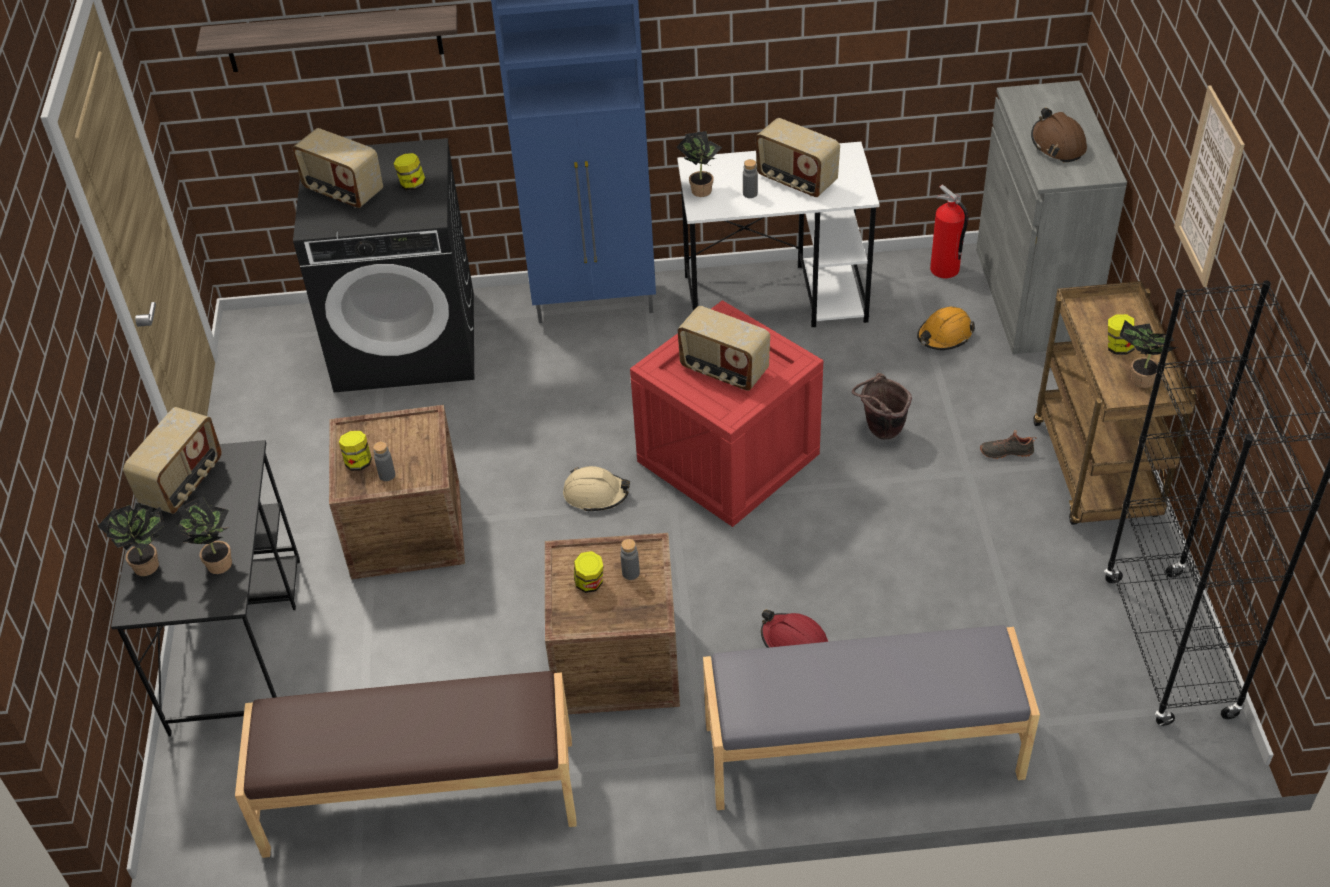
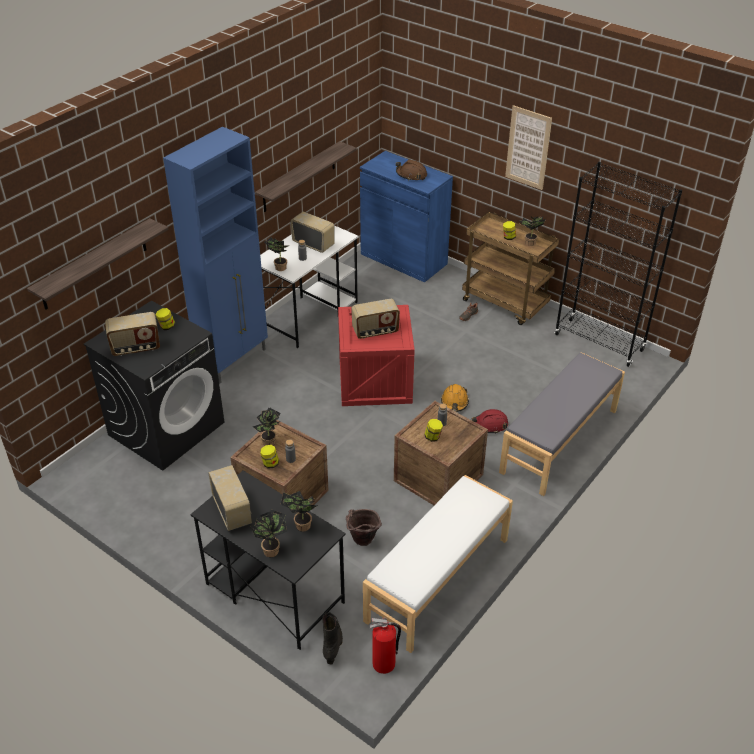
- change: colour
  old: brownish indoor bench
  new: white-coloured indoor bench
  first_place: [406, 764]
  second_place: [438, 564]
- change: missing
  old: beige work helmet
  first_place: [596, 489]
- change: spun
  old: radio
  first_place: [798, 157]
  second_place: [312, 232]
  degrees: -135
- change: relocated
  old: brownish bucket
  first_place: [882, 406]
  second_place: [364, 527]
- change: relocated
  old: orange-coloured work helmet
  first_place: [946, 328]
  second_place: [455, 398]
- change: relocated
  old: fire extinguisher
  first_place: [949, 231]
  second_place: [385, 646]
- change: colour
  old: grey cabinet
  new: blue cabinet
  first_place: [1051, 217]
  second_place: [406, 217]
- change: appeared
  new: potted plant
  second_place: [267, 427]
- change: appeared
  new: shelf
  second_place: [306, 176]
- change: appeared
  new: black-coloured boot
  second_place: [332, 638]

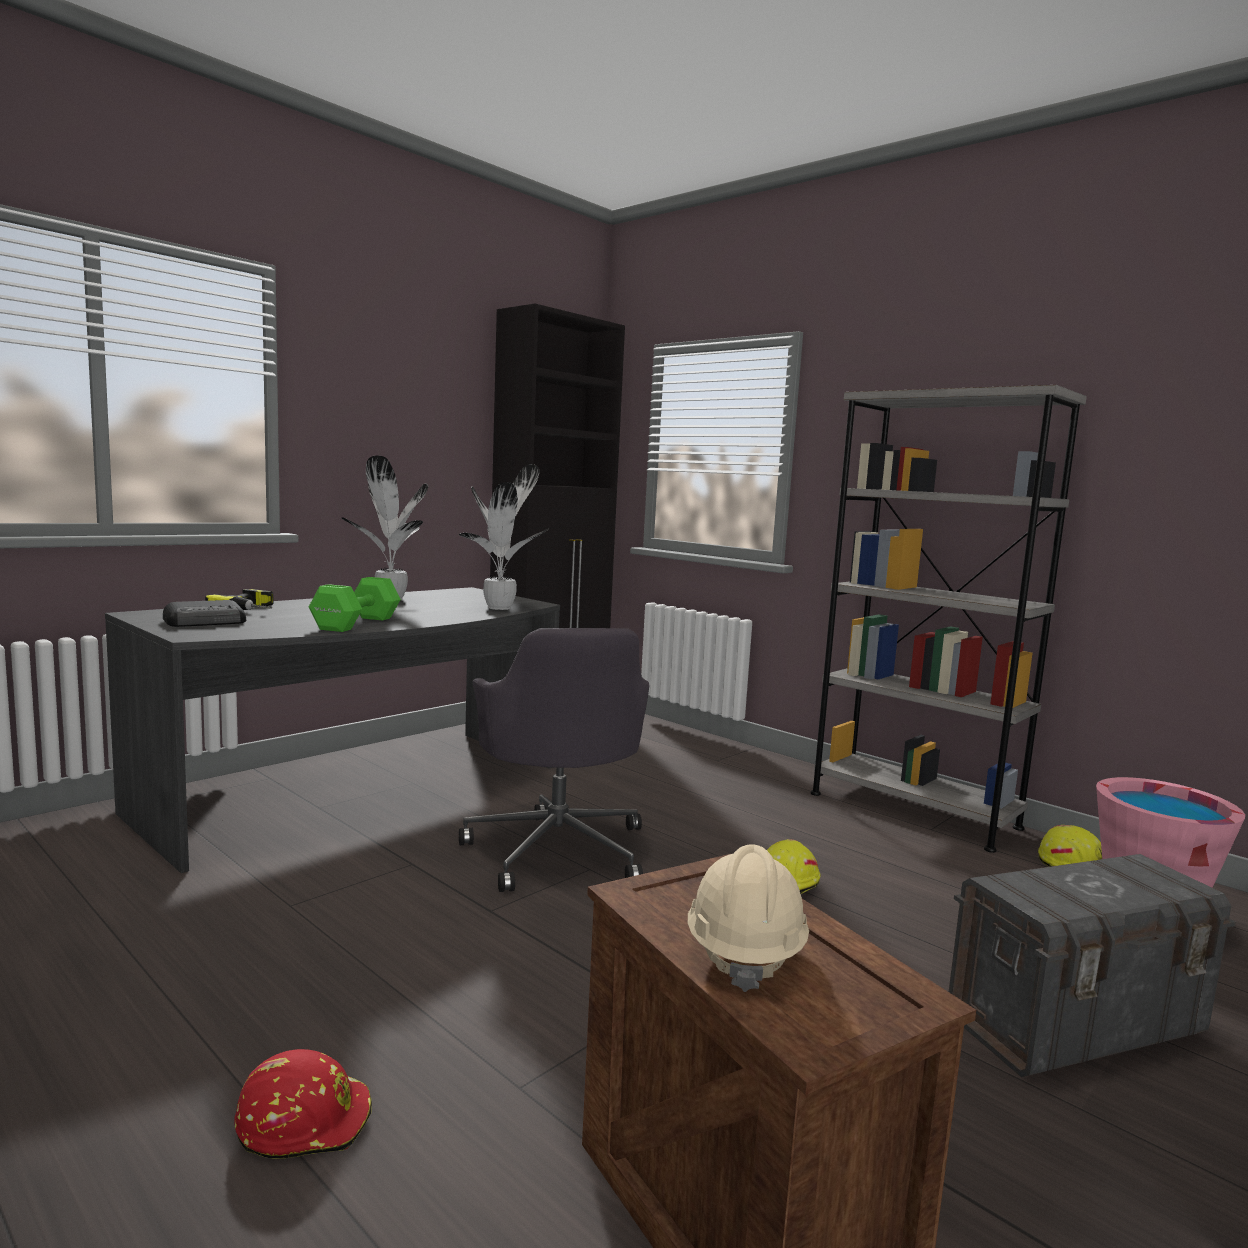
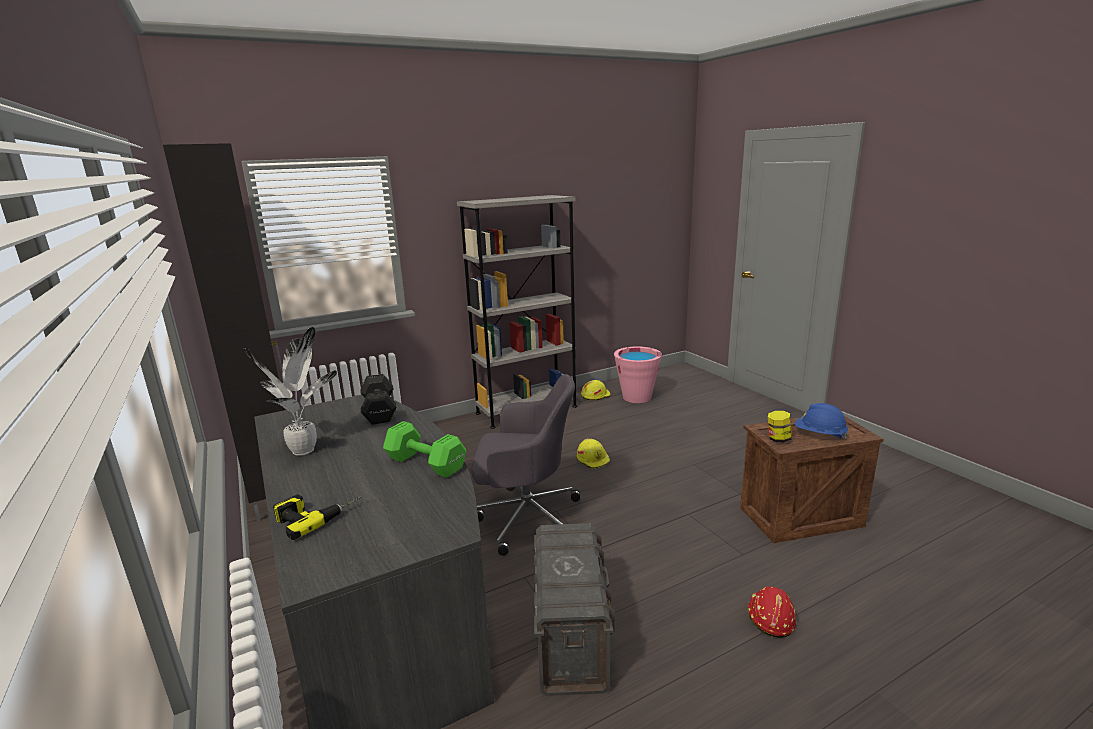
- change: missing
  old: radio
  first_place: [204, 613]
- change: exchanged
  old: potted plant
  new: black-coloured hand weight
  first_place: [504, 537]
  second_place: [378, 399]
- change: colour
  old: beige work helmet
  new: blue work helmet
  first_place: [748, 918]
  second_place: [822, 421]
- change: relocated
  old: grey storage bin
  first_place: [1092, 965]
  second_place: [574, 609]
- change: appeared
  new: storage jar
  second_place: [780, 426]

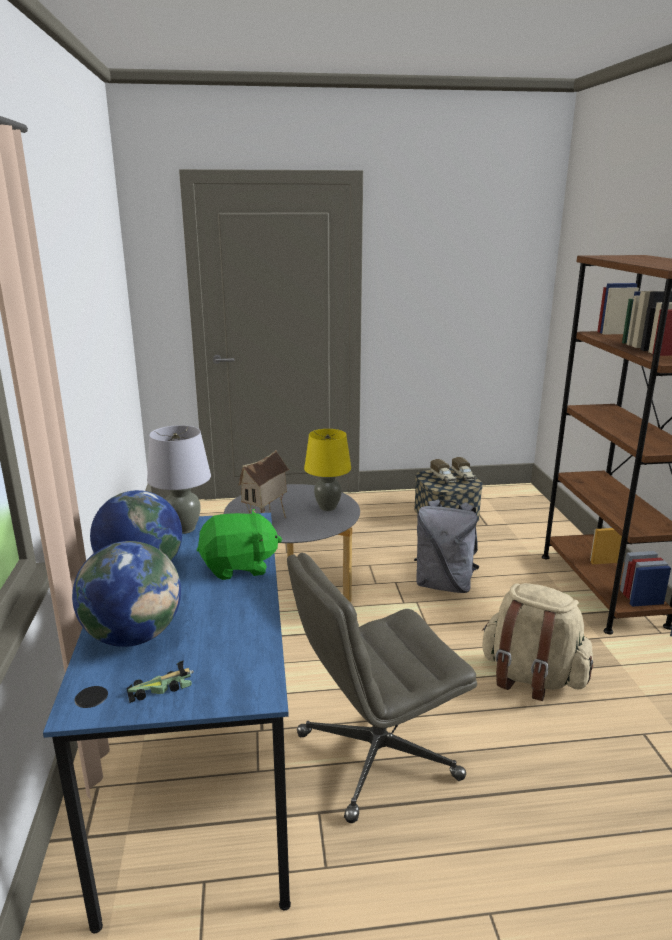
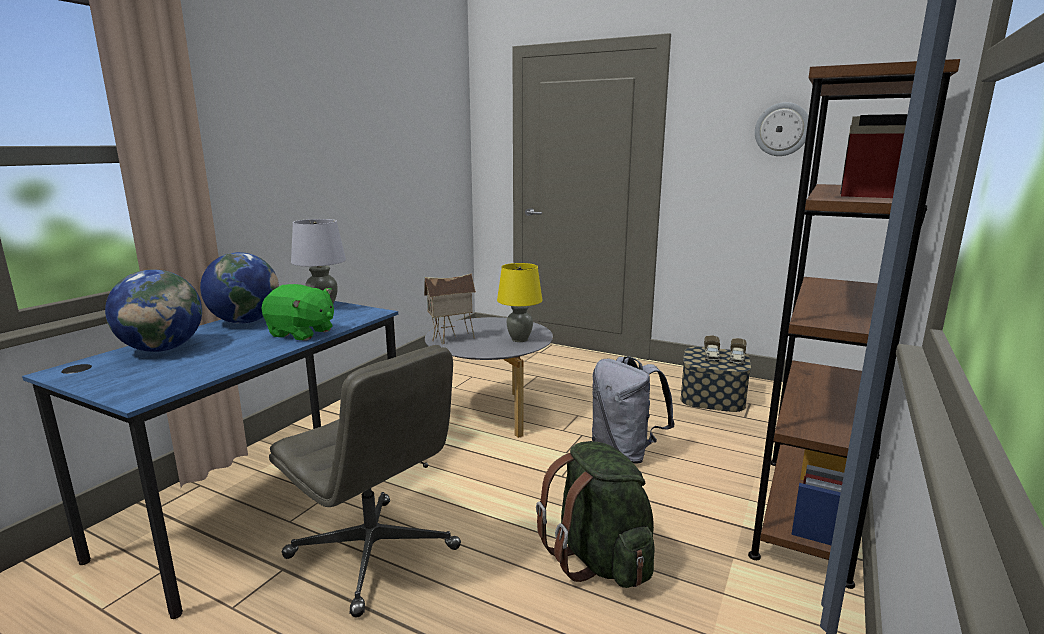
- change: missing
  old: toy car
  first_place: [160, 682]
- change: spun
  old: grey computer chair
  first_place: [382, 688]
  second_place: [365, 481]
  degrees: -150
- change: colour
  old: beige backpack
  new: green backpack
  first_place: [537, 642]
  second_place: [595, 514]
- change: appeared
  new: clock on the wall
  second_place: [782, 129]

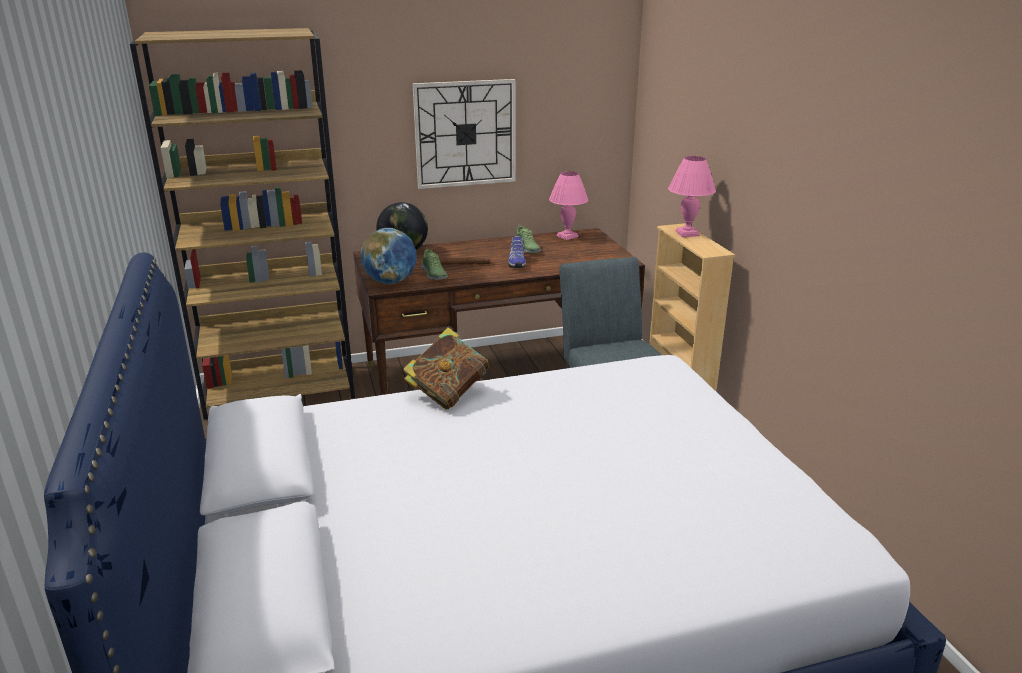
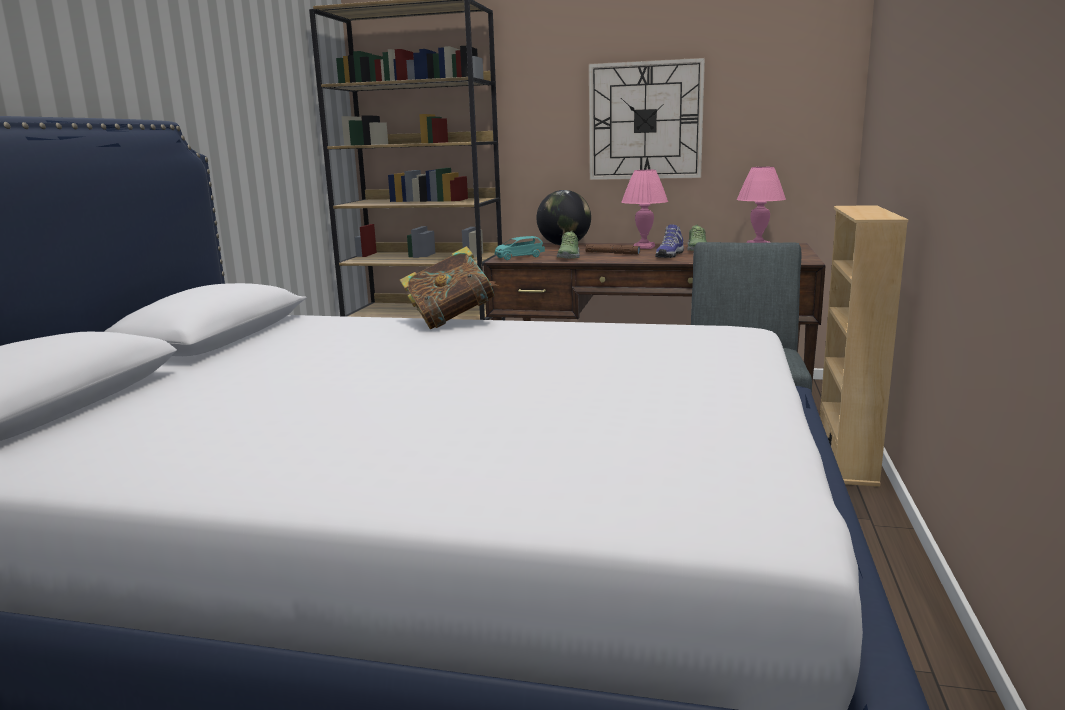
- change: exchanged
  old: desk globe
  new: blue-green toy car
  first_place: [388, 256]
  second_place: [520, 248]
- change: relocated
  old: pink-coloured lamp for a table
  first_place: [692, 196]
  second_place: [644, 209]

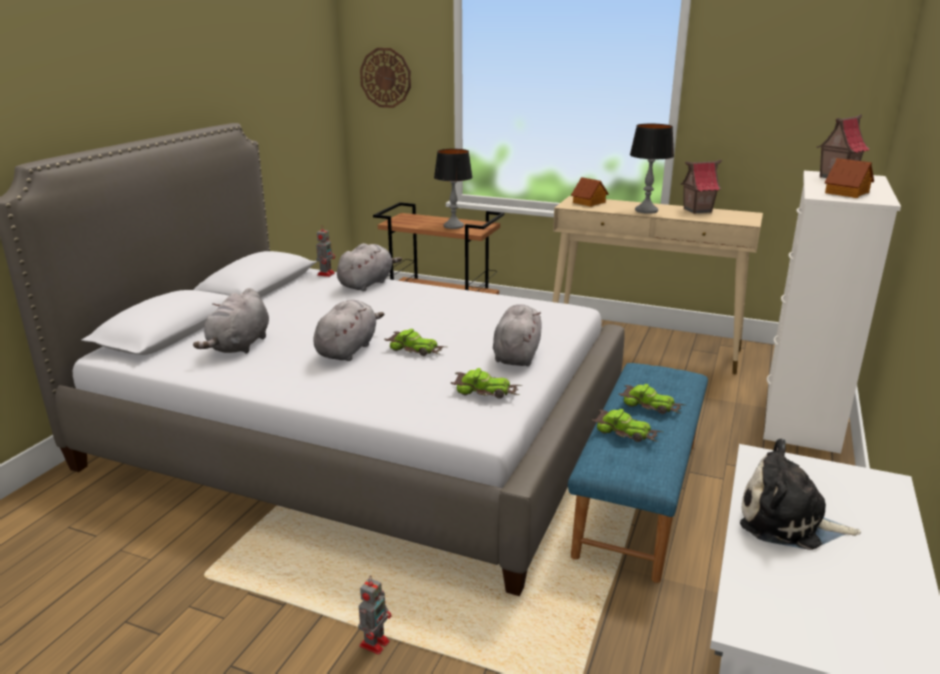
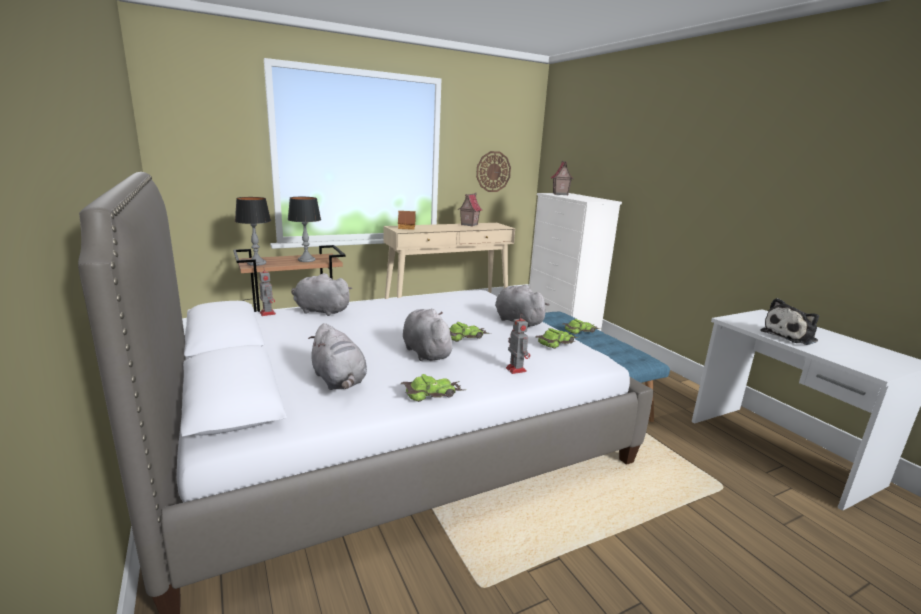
- change: spun
  old: grey soft toy
  first_place: [369, 267]
  second_place: [322, 294]
  degrees: -60
- change: relocated
  old: model robot
  first_place: [375, 615]
  second_place: [518, 343]
- change: relocated
  old: clock on the wall
  first_place: [385, 78]
  second_place: [493, 171]
- change: relocated
  old: toy car
  first_place: [627, 425]
  second_place: [432, 388]
- change: relocated
  old: lamp for a table
  first_place: [652, 169]
  second_place: [253, 231]
- change: missing
  old: model house
  first_place: [849, 178]

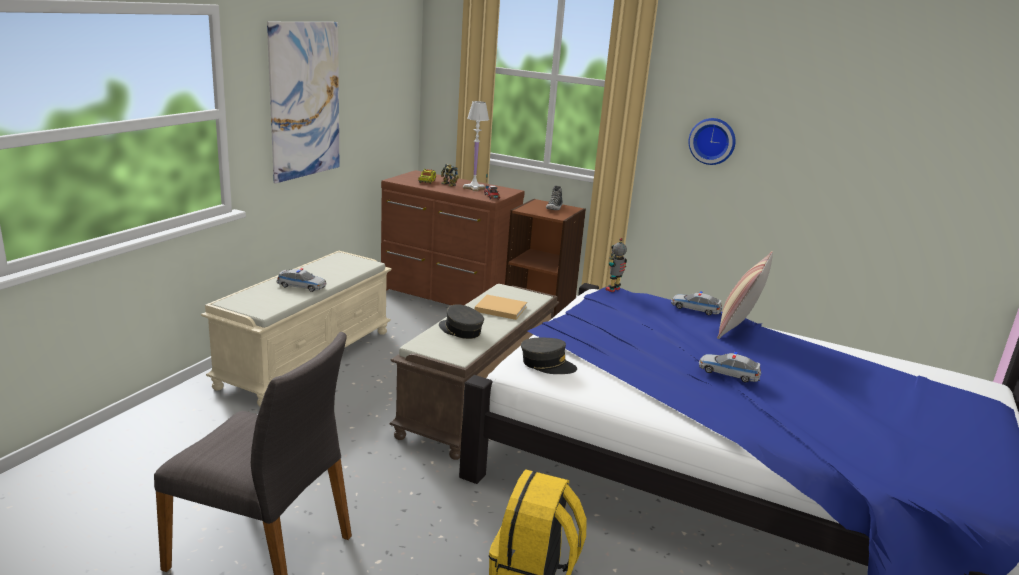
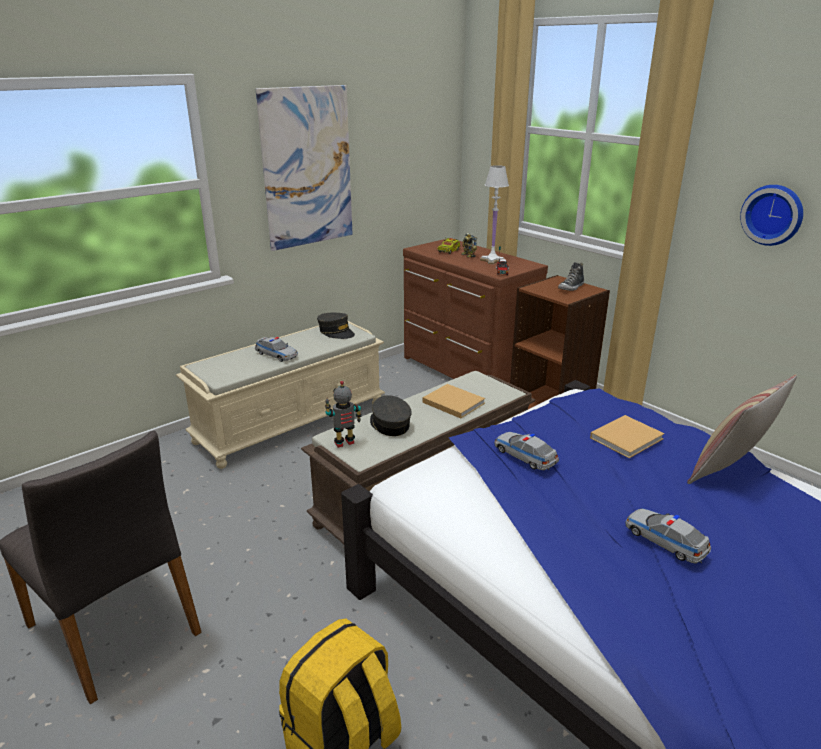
- change: relocated
  old: grey cap
  first_place: [549, 356]
  second_place: [336, 326]
- change: relocated
  old: model robot
  first_place: [616, 265]
  second_place: [343, 414]
- change: relocated
  old: toy car
  first_place: [696, 303]
  second_place: [526, 451]
- change: appeared
  new: beige volume
  second_place: [627, 436]

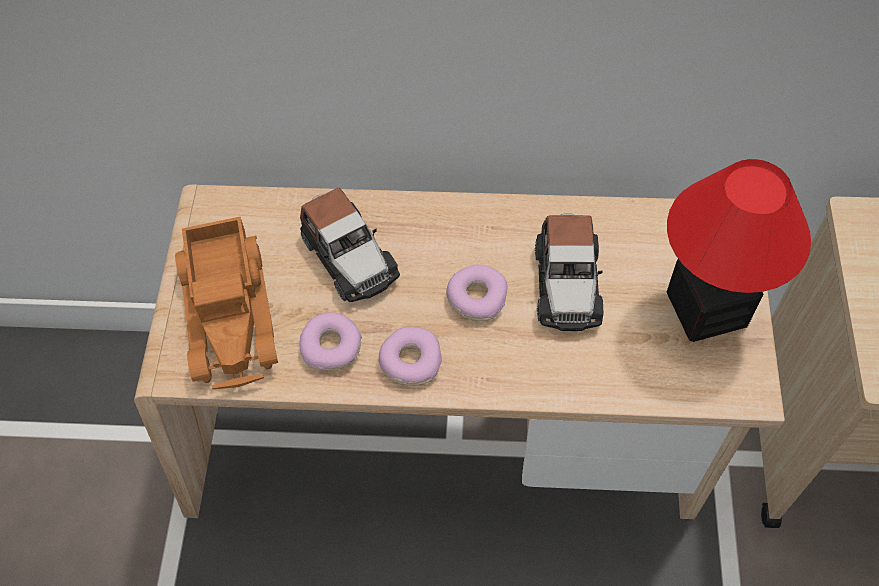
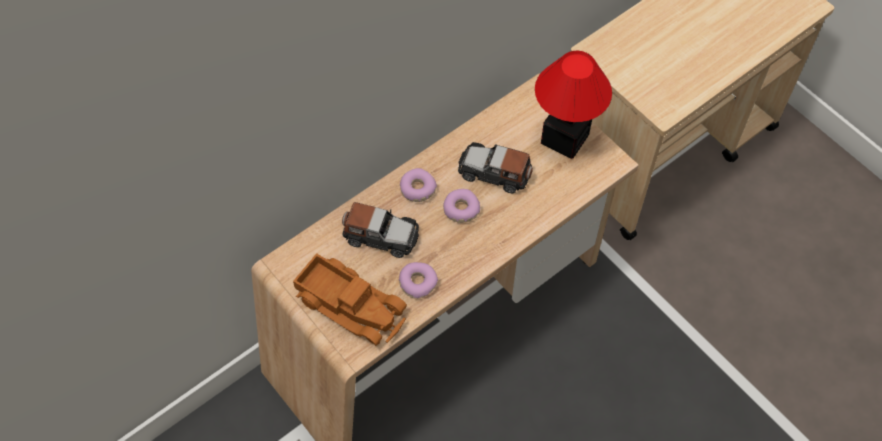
- change: relocated
  old: ring doughnut
  first_place: [410, 356]
  second_place: [418, 185]
- change: spun
  old: toy car
  first_place: [569, 272]
  second_place: [495, 167]
  degrees: 150

